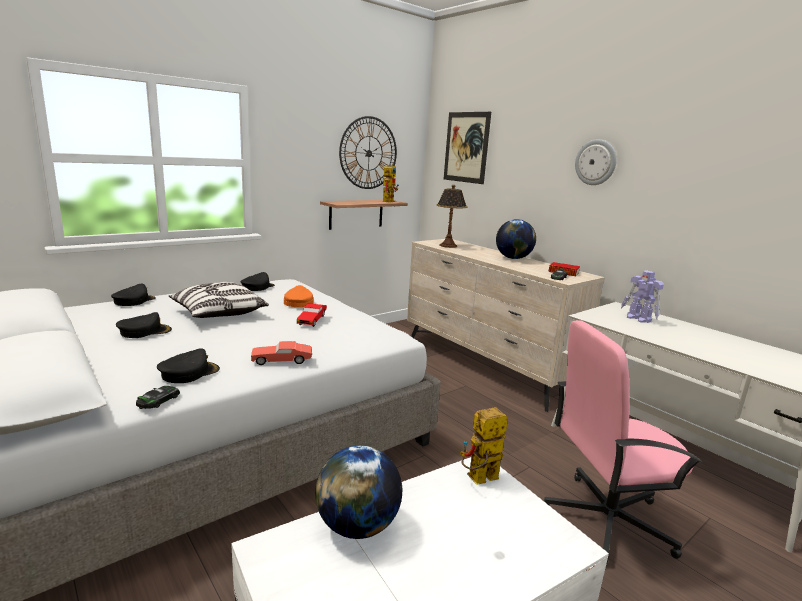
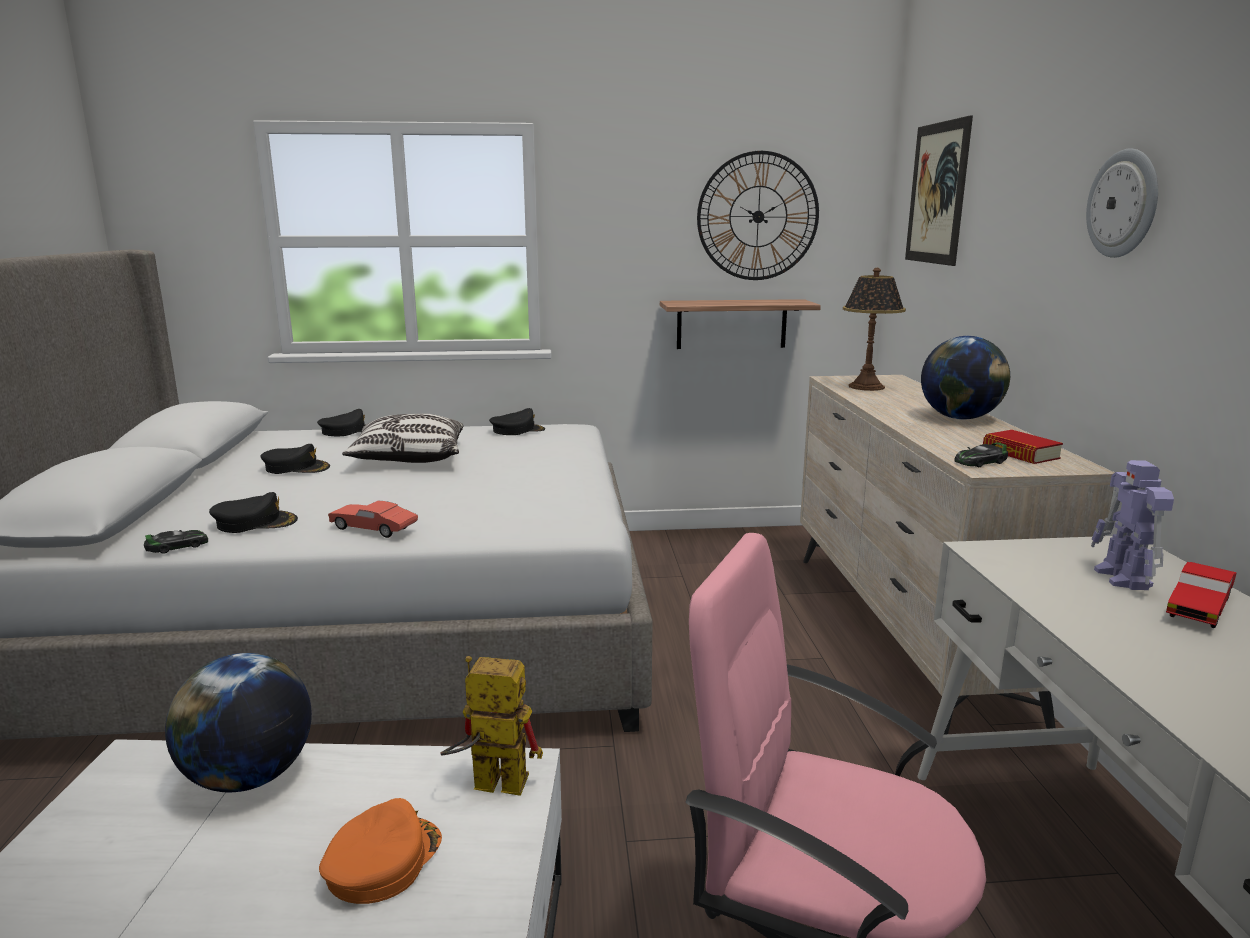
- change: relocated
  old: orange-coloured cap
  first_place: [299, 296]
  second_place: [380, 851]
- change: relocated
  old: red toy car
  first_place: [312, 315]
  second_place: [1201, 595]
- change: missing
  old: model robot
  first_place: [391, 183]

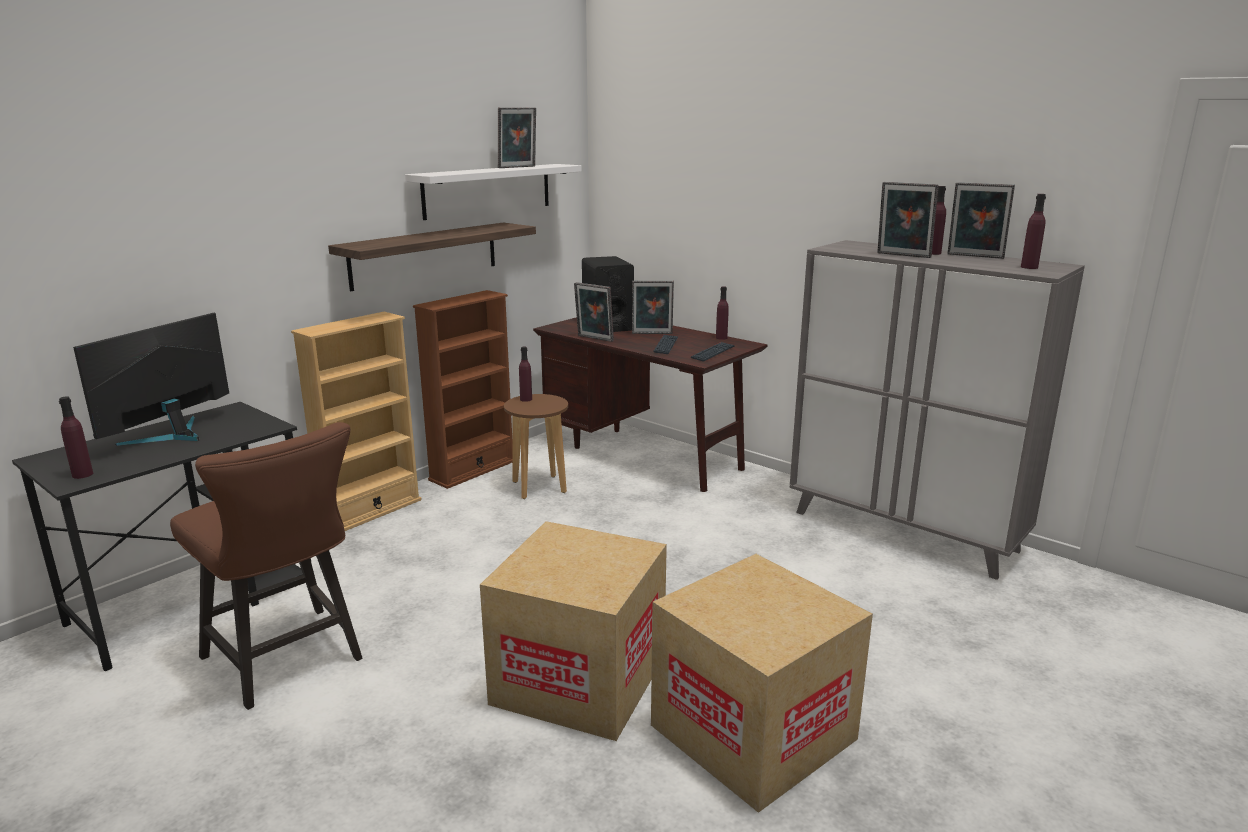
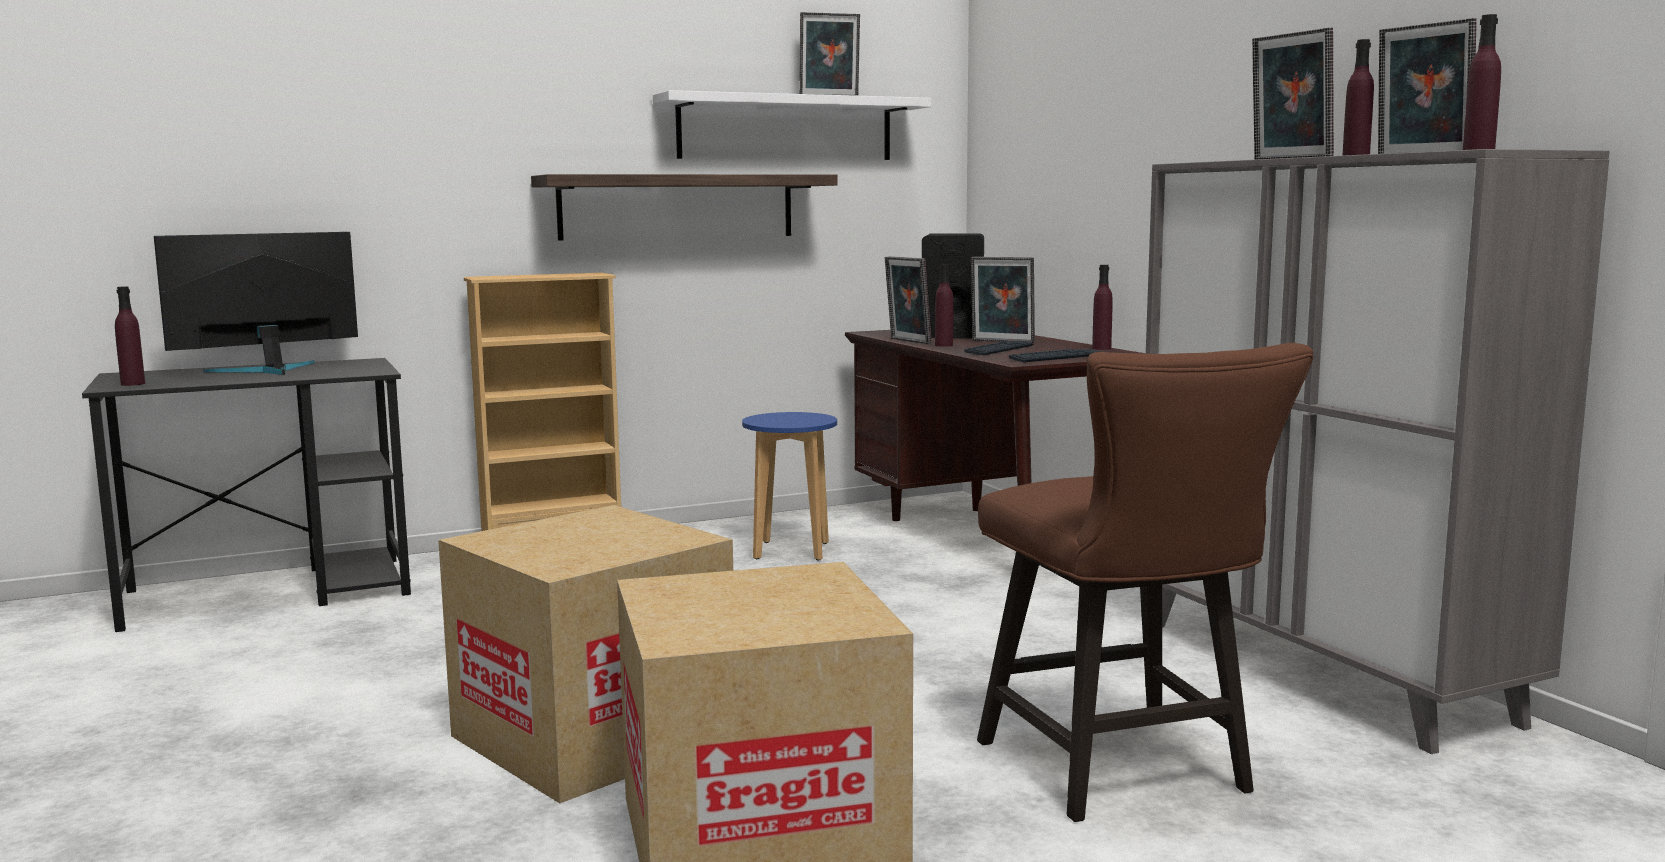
- change: relocated
  old: brownish plain chair
  first_place: [266, 566]
  second_place: [1145, 582]
- change: missing
  old: brownish bookshelf
  first_place: [463, 389]
- change: colour
  old: brownish stool seat
  new: blue stool seat
  first_place: [536, 446]
  second_place: [789, 486]
- change: relocated
  old: purple beverage bottle
  first_place: [525, 374]
  second_place: [944, 305]

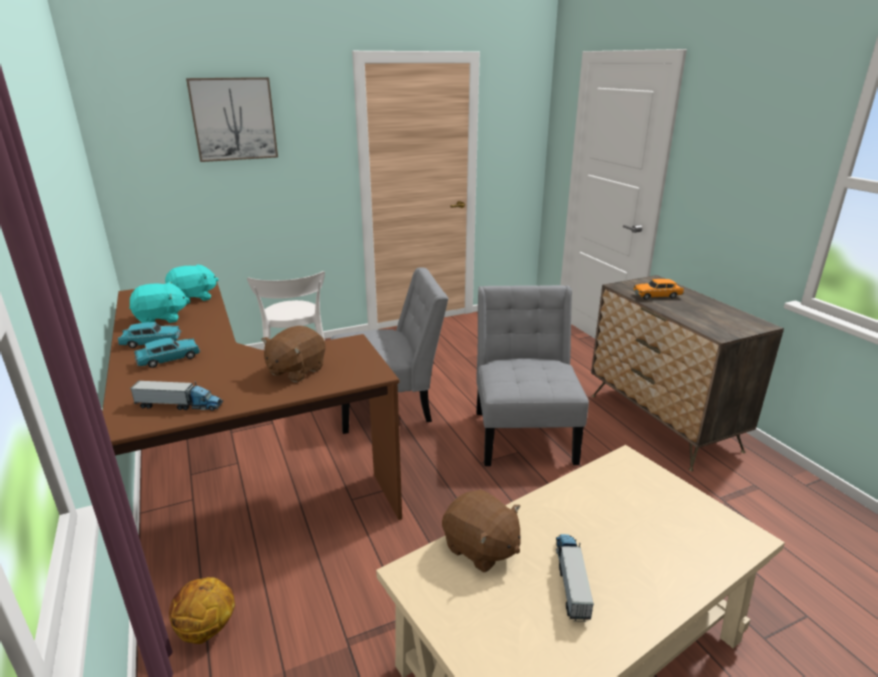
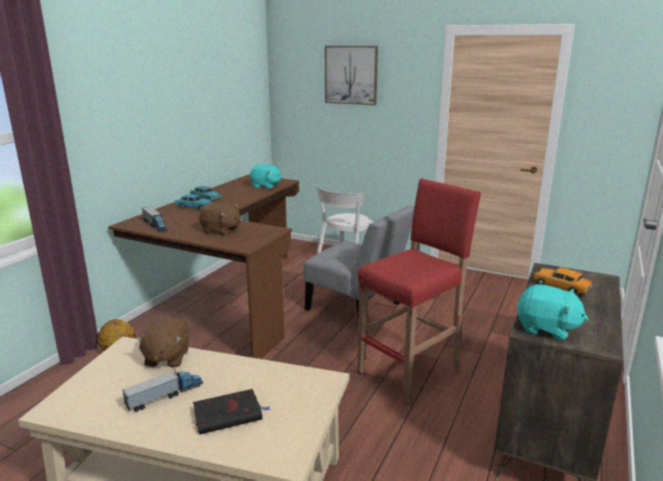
- change: relocated
  old: blue-green soft toy
  first_place: [159, 302]
  second_place: [553, 312]
- change: spun
  old: brownish soft toy
  first_place: [293, 354]
  second_place: [220, 219]
  degrees: -150
- change: exchanged
  old: grey plain chair
  new: red stool seat
  first_place: [532, 375]
  second_place: [419, 291]
- change: appeared
  new: black-coloured volume
  second_place: [231, 412]

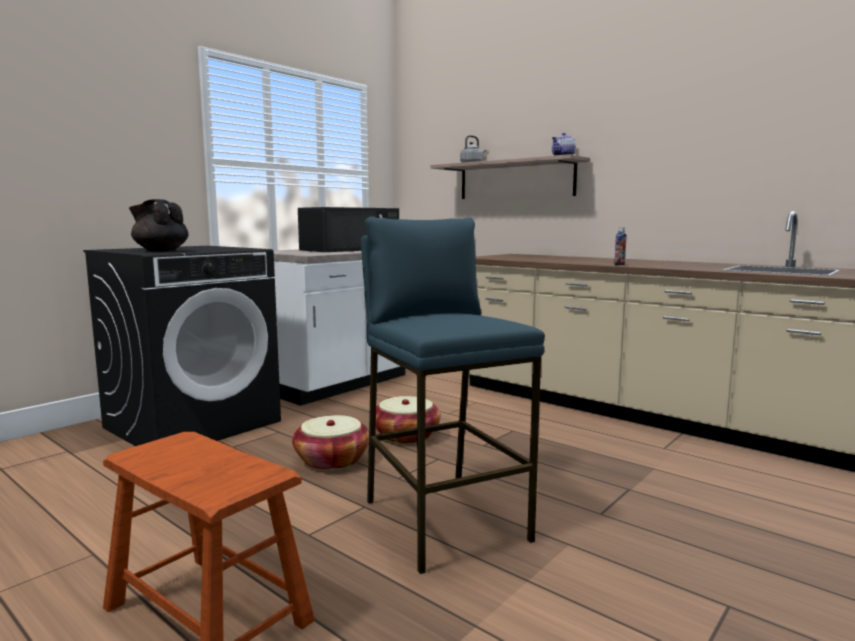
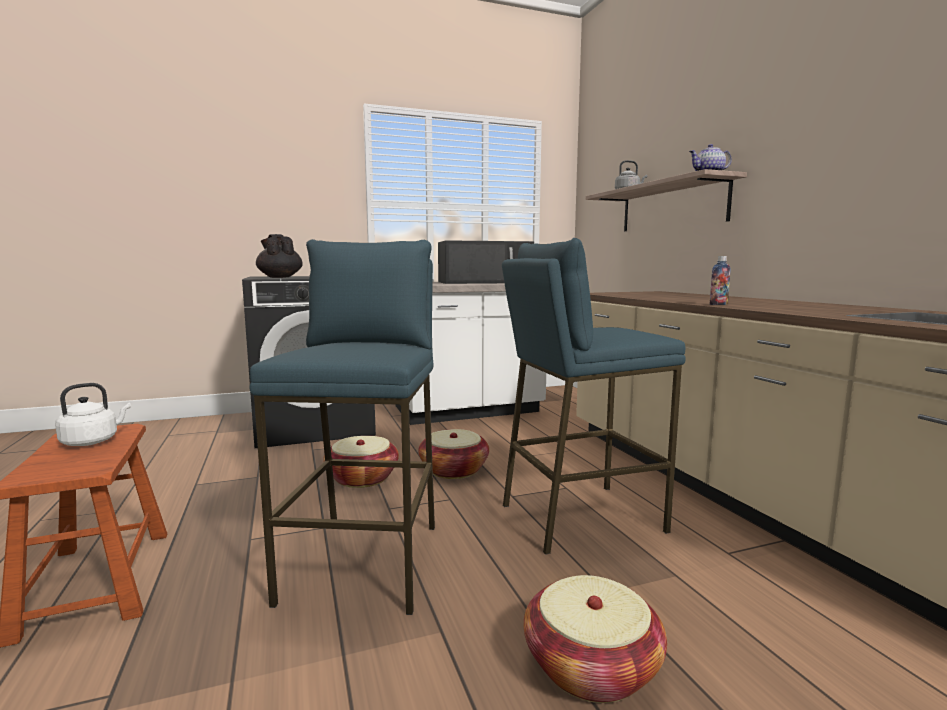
- change: appeared
  new: white-coloured water kettle
  second_place: [93, 414]
- change: appeared
  new: blue stool seat
  second_place: [594, 396]
- change: appeared
  new: basket
  second_place: [595, 639]

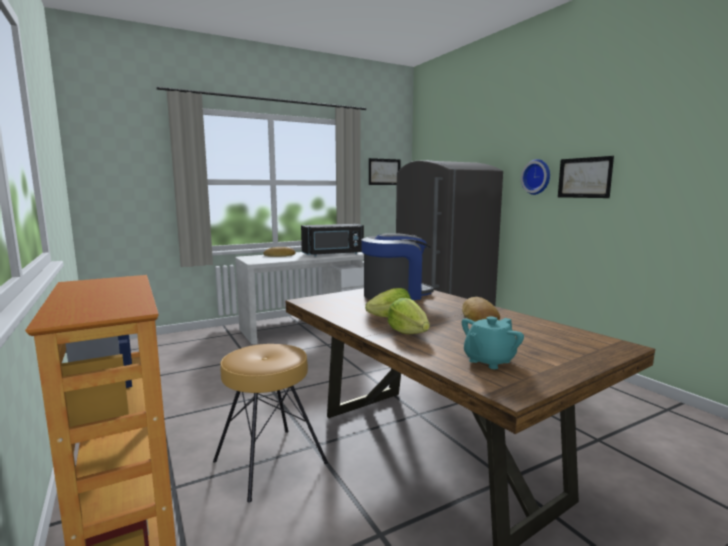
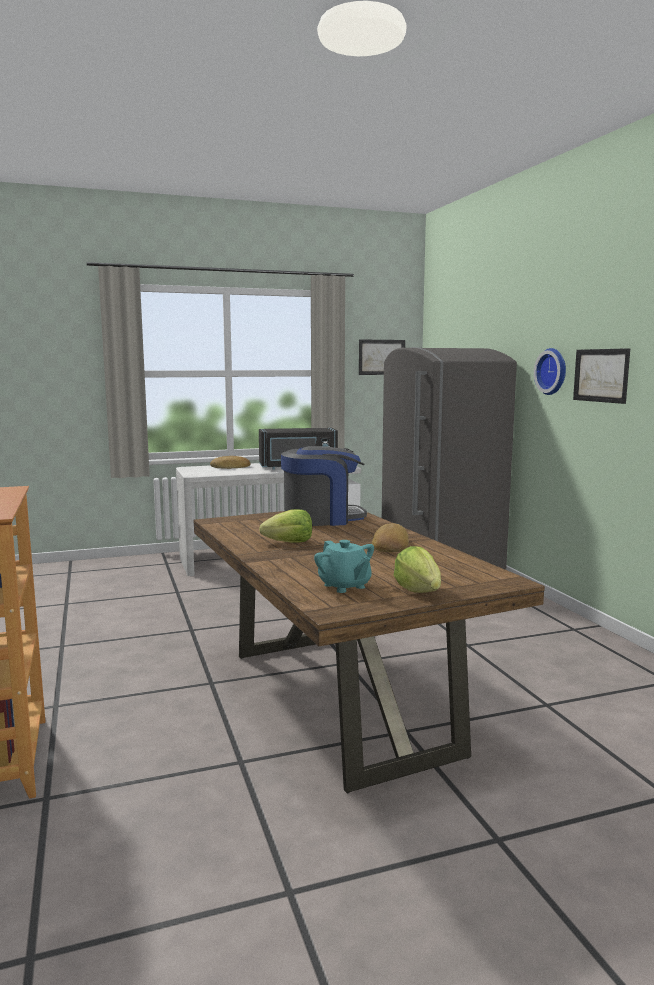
- change: missing
  old: brownish stool seat
  first_place: [270, 423]
- change: relocated
  old: lettuce head
  first_place: [409, 316]
  second_place: [417, 569]
- change: spun
  old: blue-green teapot
  first_place: [493, 342]
  second_place: [344, 566]
  degrees: -90

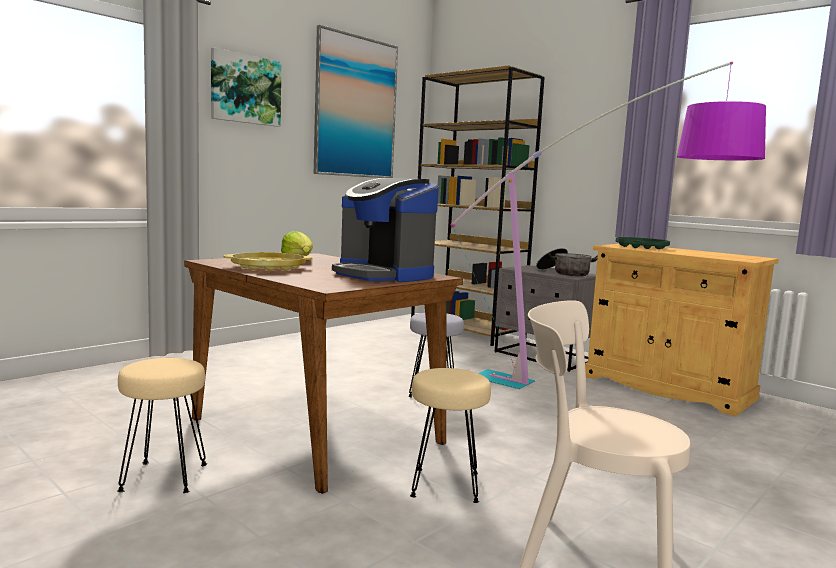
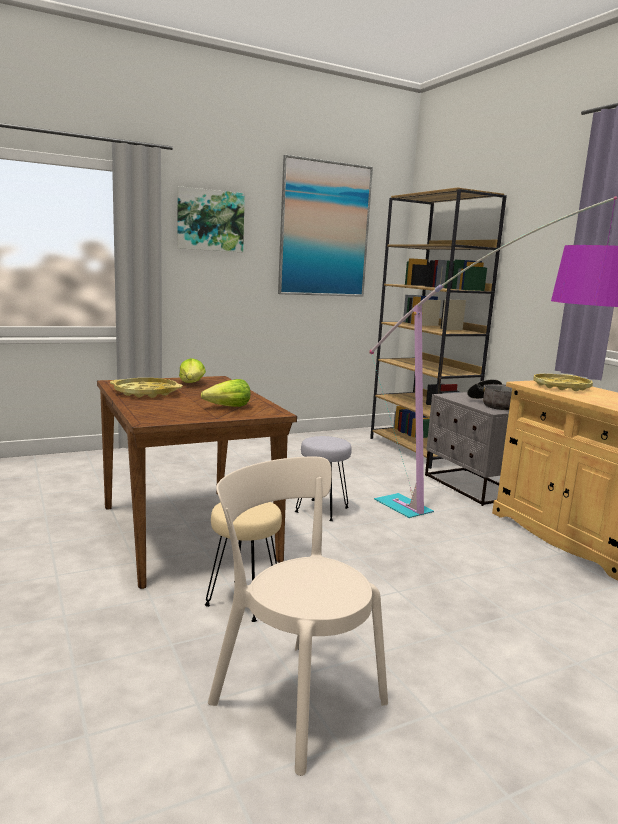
- change: missing
  old: beige stool seat
  first_place: [162, 425]
- change: exchanged
  old: coffee brewer
  new: lettuce head
  first_place: [385, 230]
  second_place: [225, 393]
- change: colour
  old: green carrying tray
  new: yellowish carrying tray
  first_place: [643, 243]
  second_place: [563, 382]

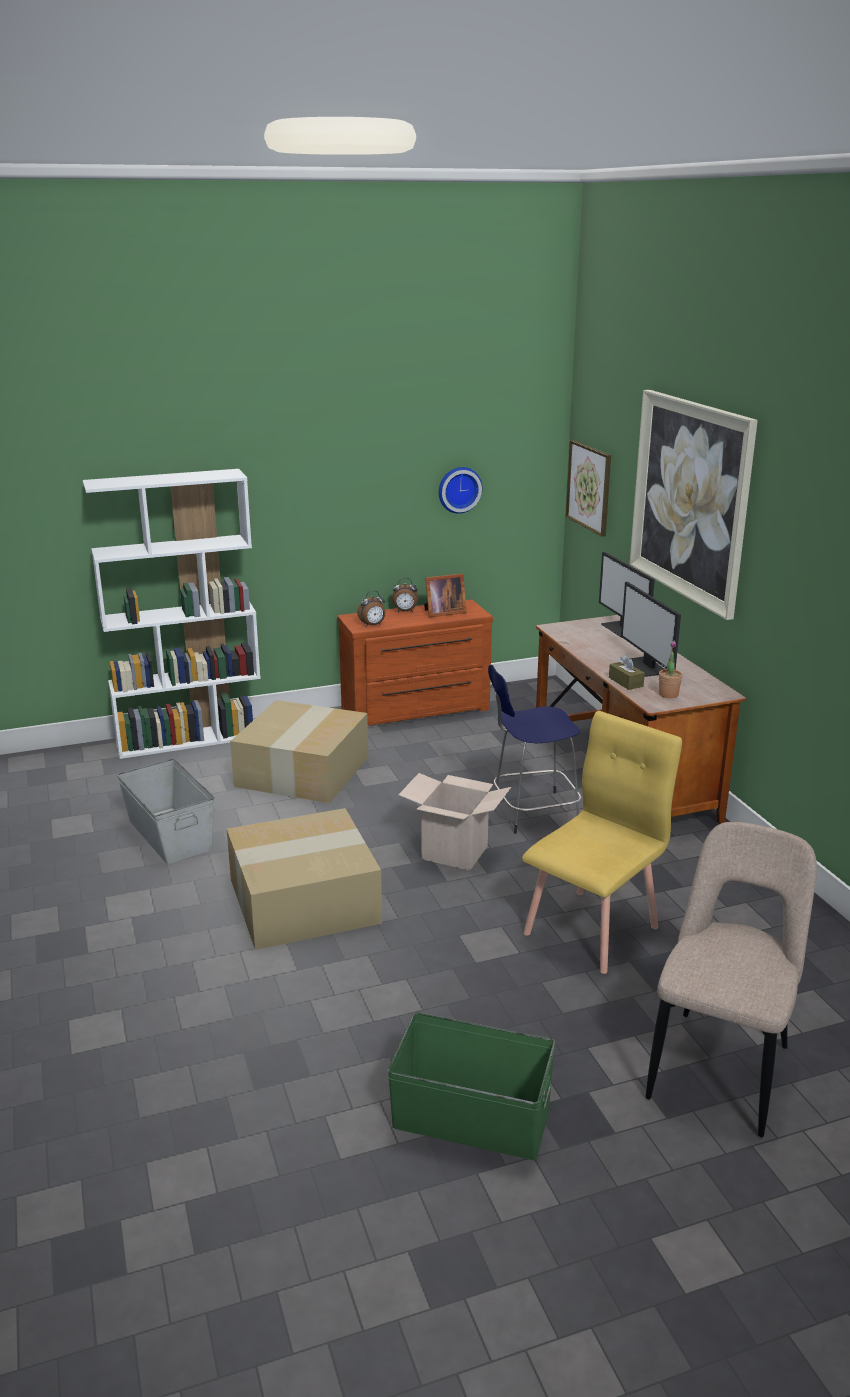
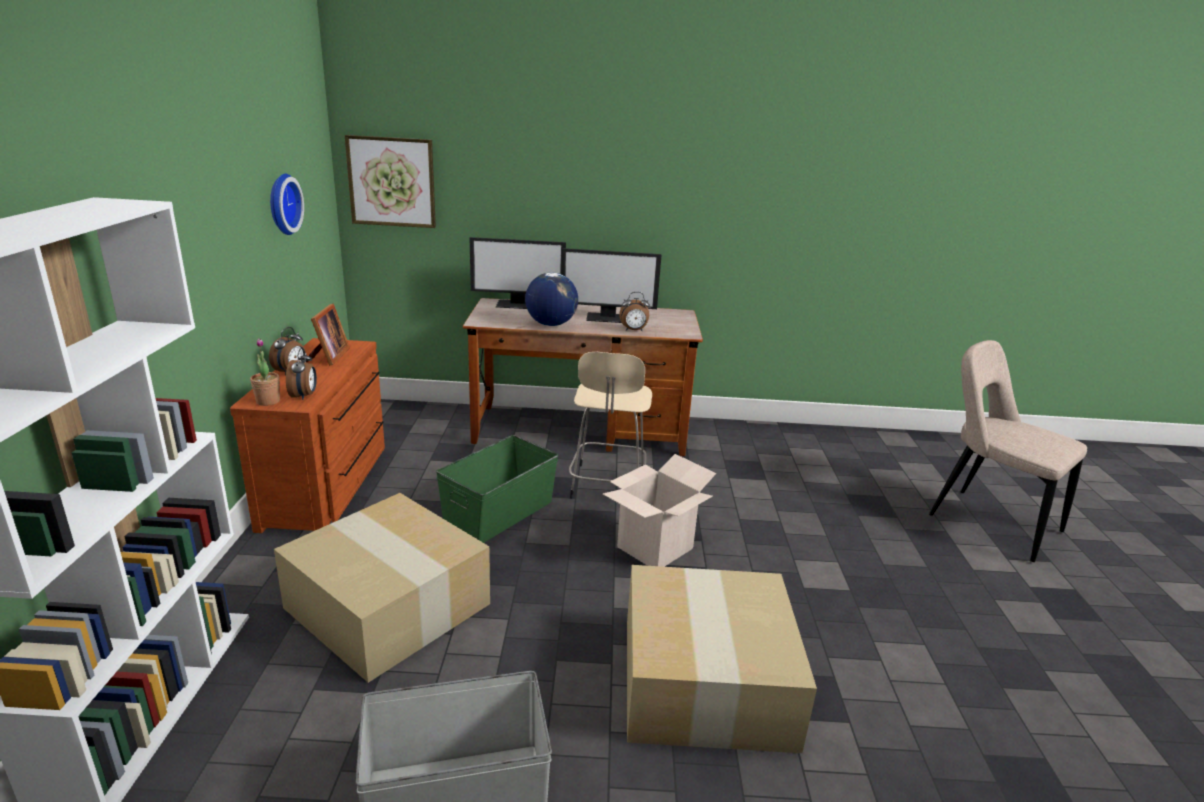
- change: relocated
  old: green storage bin
  first_place: [471, 1086]
  second_place: [497, 489]
- change: colour
  old: blue stool seat
  new: beige stool seat
  first_place: [535, 749]
  second_place: [610, 425]
- change: missing
  old: yellowish plain chair
  first_place: [602, 842]
- change: exchanged
  old: brownish tissue box
  new: alarm clock
  first_place: [627, 672]
  second_place: [634, 311]
- change: missing
  old: picture
  first_place: [694, 505]
- change: relocated
  old: potted plant
  first_place: [670, 669]
  second_place: [265, 372]
- change: appeared
  new: desk globe
  second_place: [551, 299]

